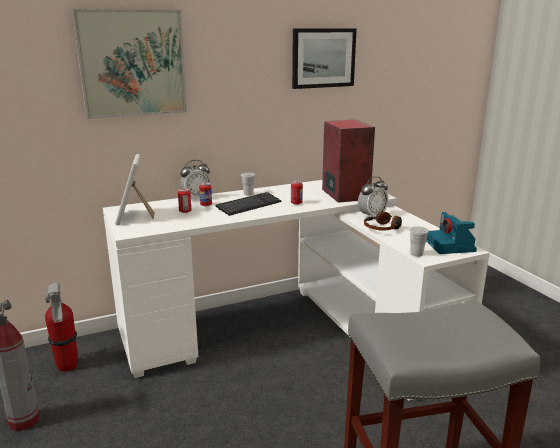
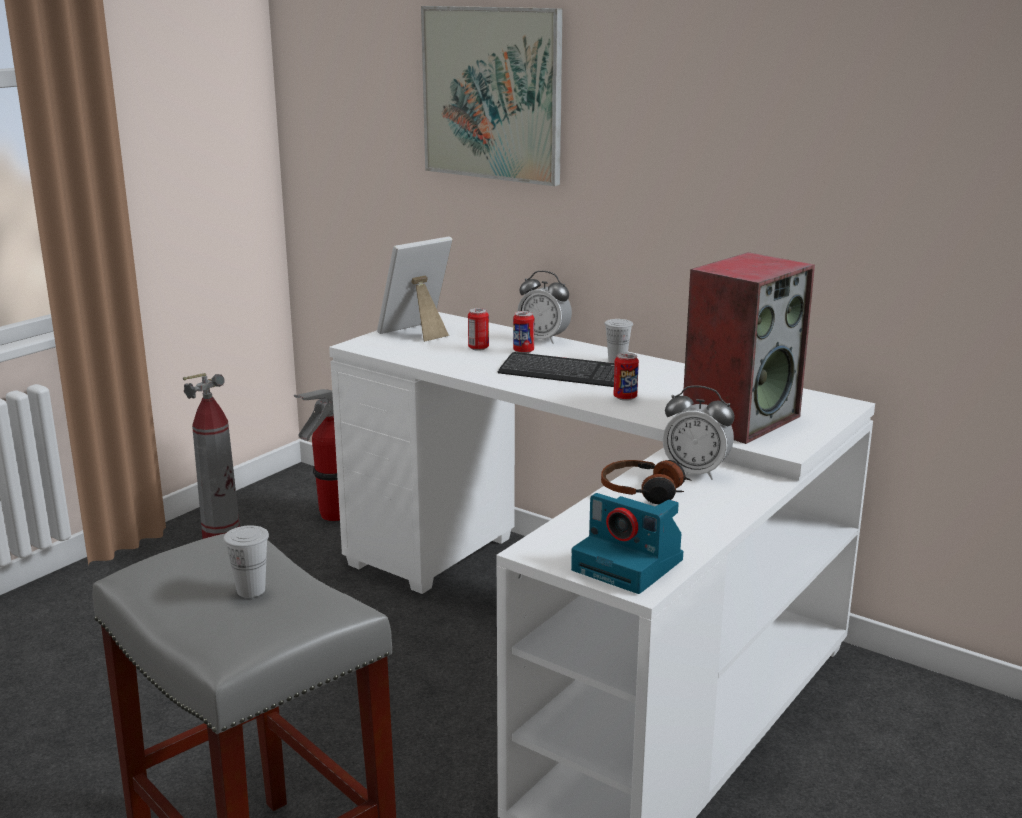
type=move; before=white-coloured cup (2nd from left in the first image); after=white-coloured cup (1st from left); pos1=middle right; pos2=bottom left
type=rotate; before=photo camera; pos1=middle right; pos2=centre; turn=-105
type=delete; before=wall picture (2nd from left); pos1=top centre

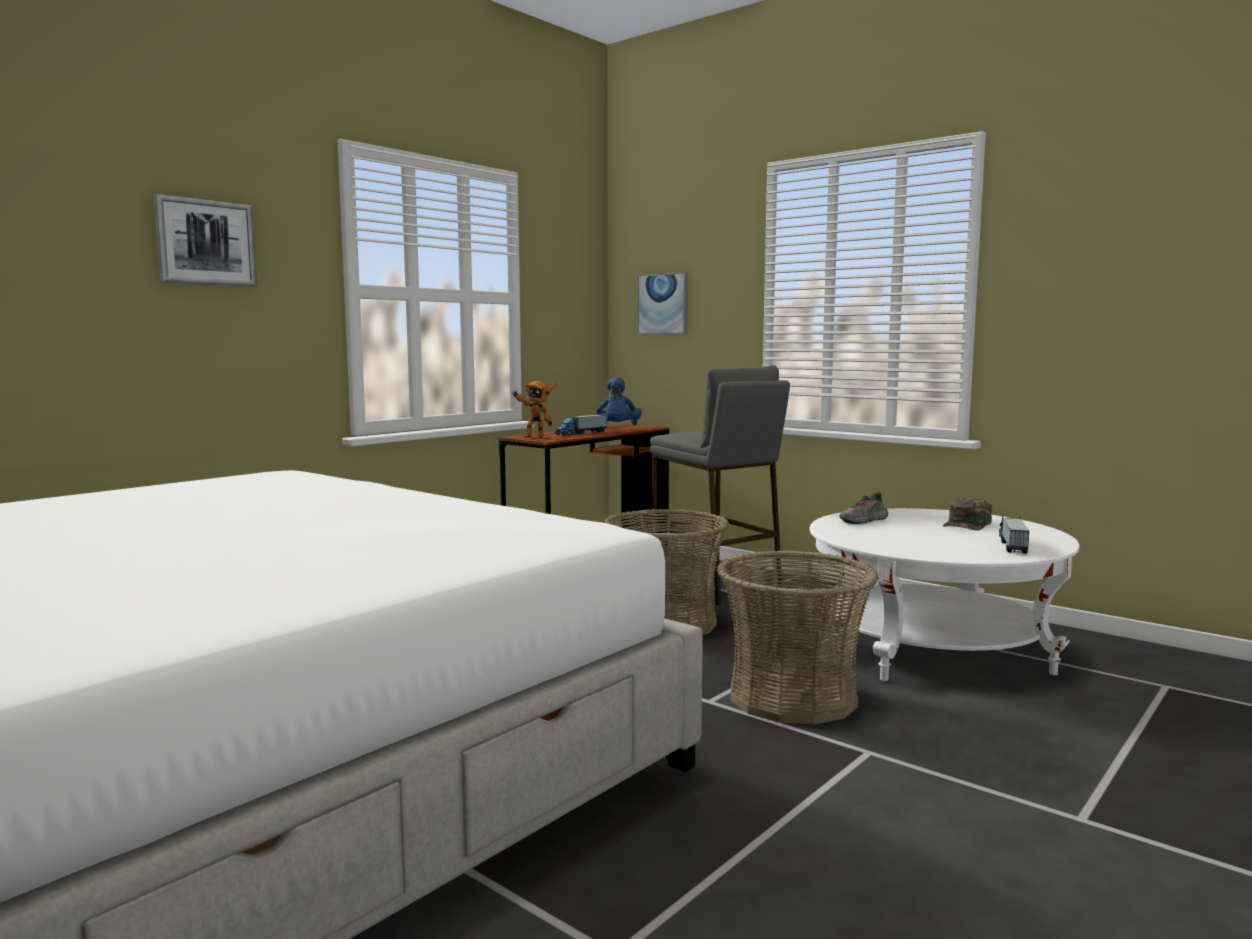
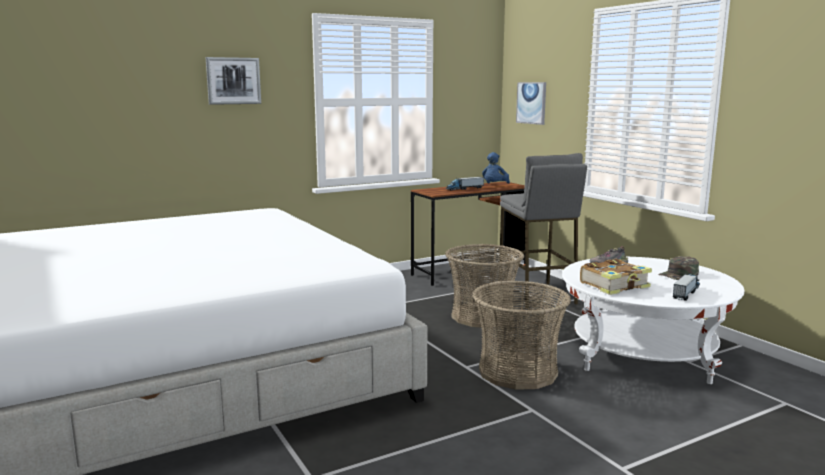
type=insert; after=bound book; pos2=middle right
type=delete; before=model robot; pos1=centre

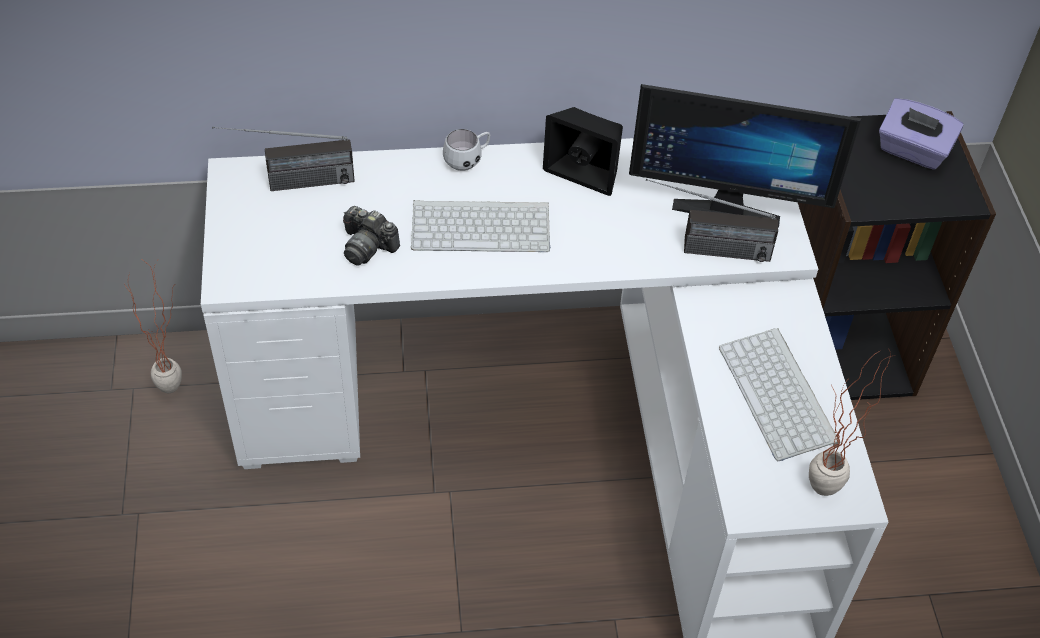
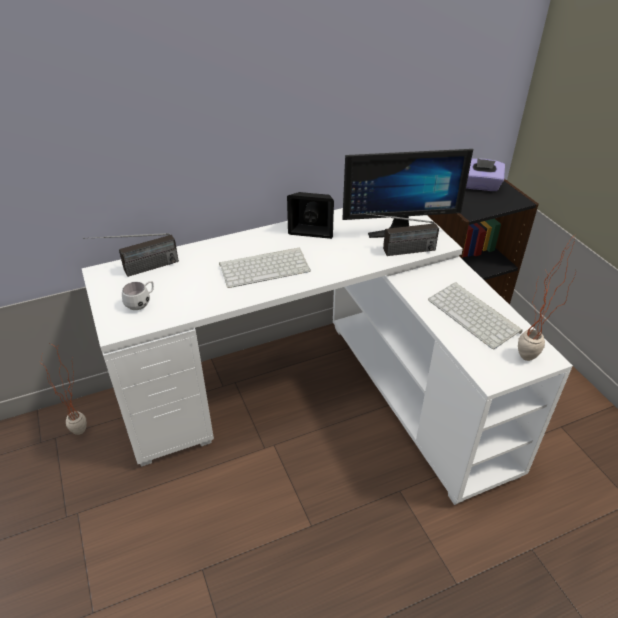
type=move; before=white-coloured mug; pos1=top centre; pos2=middle left
type=delete; before=photo camera; pos1=centre

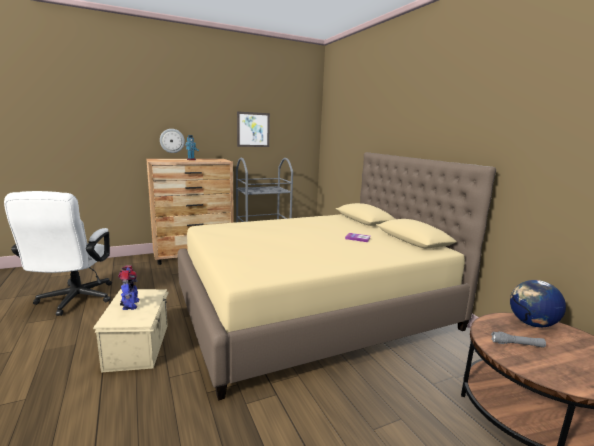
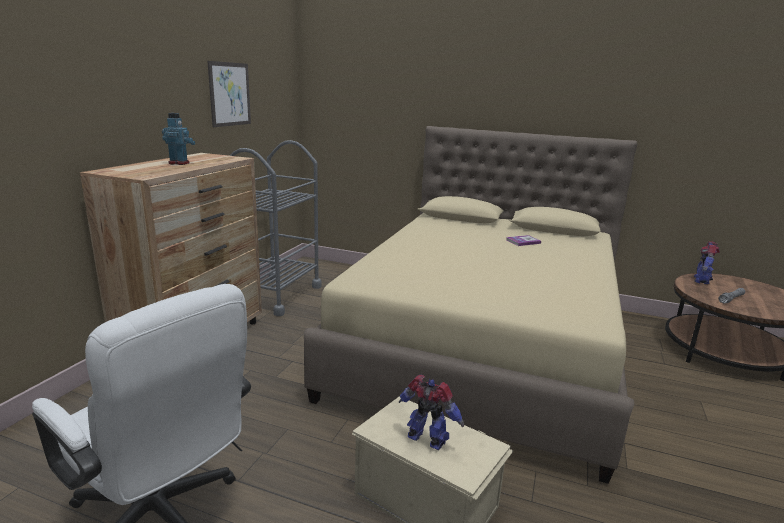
type=replace; before=globe; after=model robot (3rd from left); pos1=bottom right; pos2=middle right
type=delete; before=clock on the wall; pos1=top left

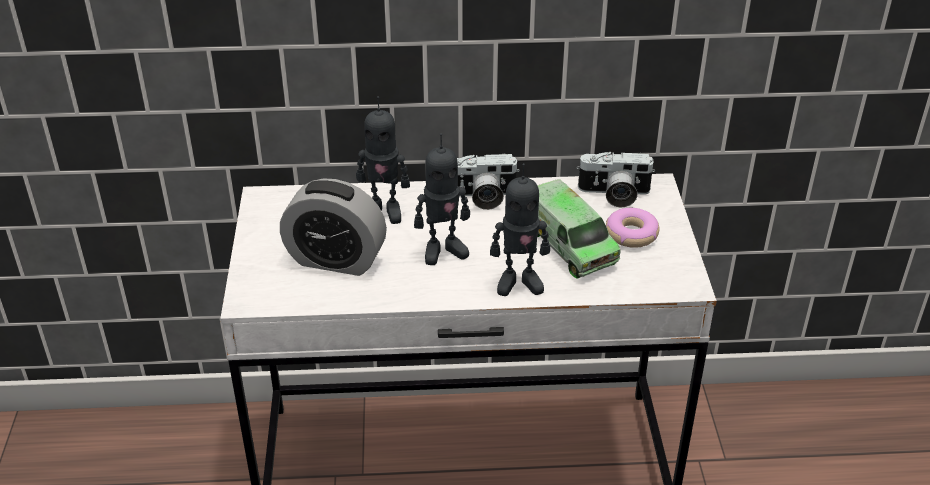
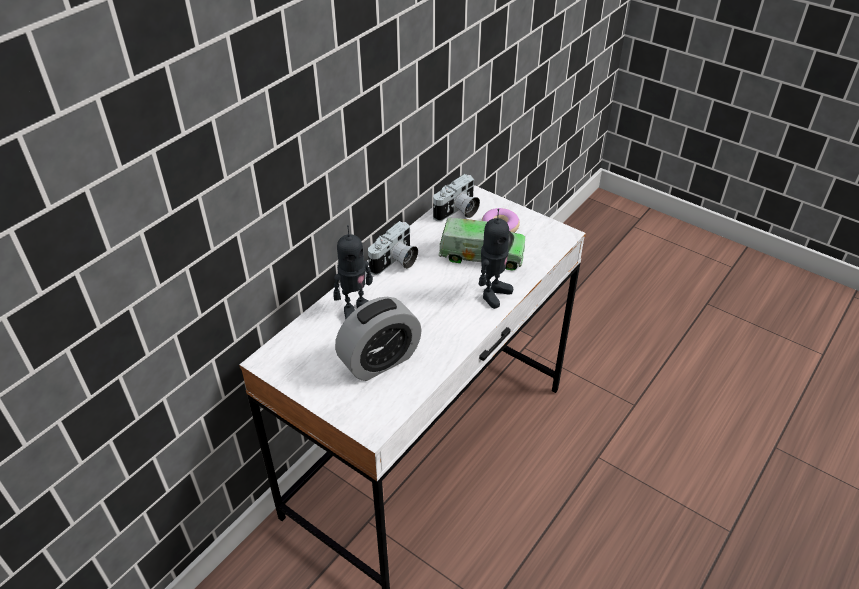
type=delete; before=model robot (2nd from left); pos1=centre

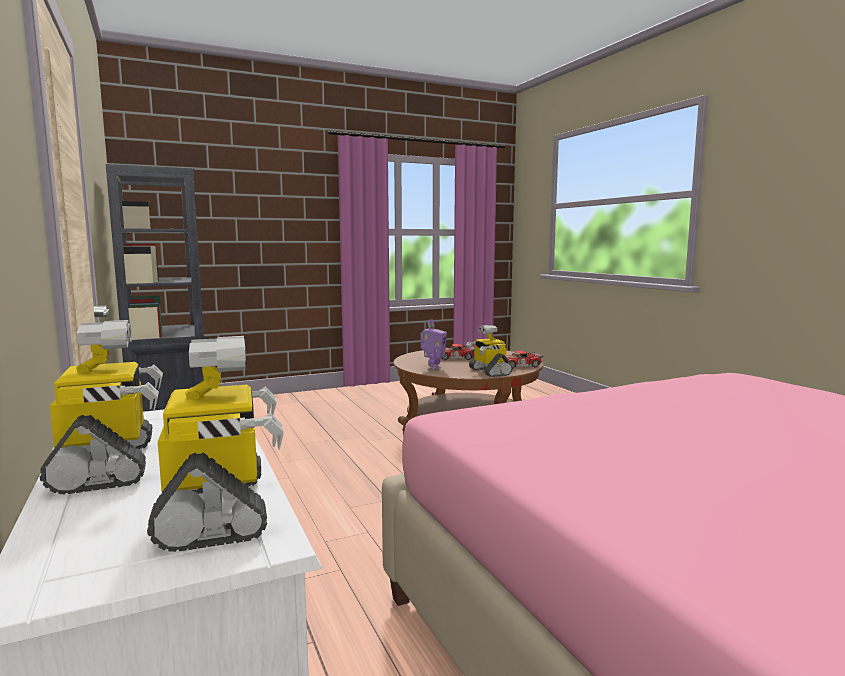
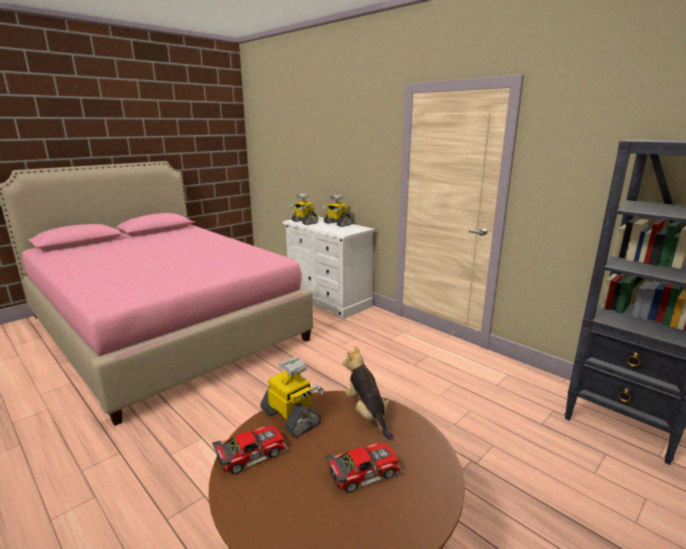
type=replace; before=model robot (3rd from left); after=soft toy; pos1=centre; pos2=bottom centre

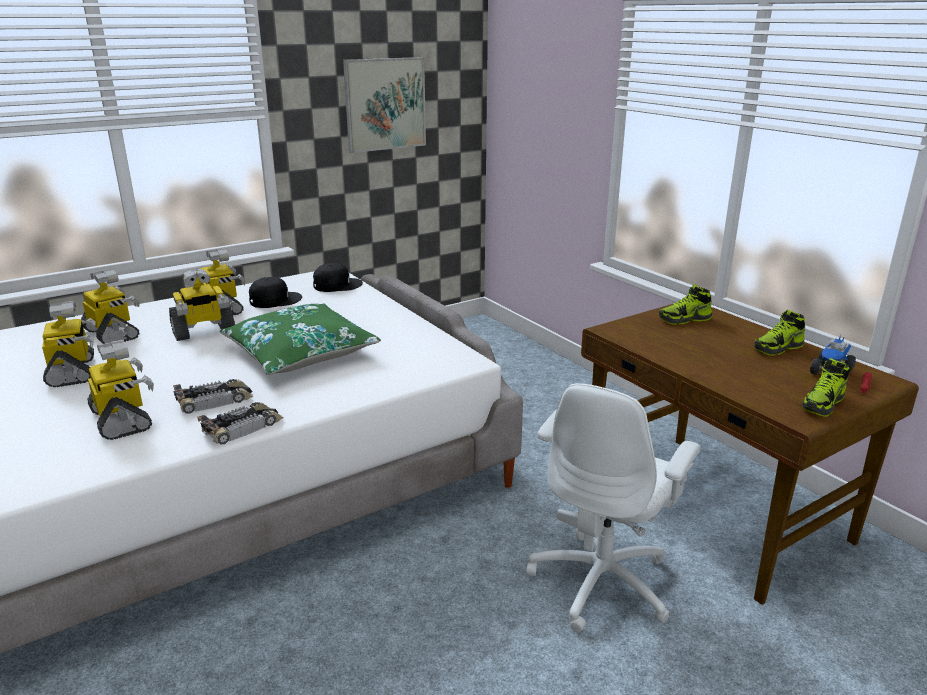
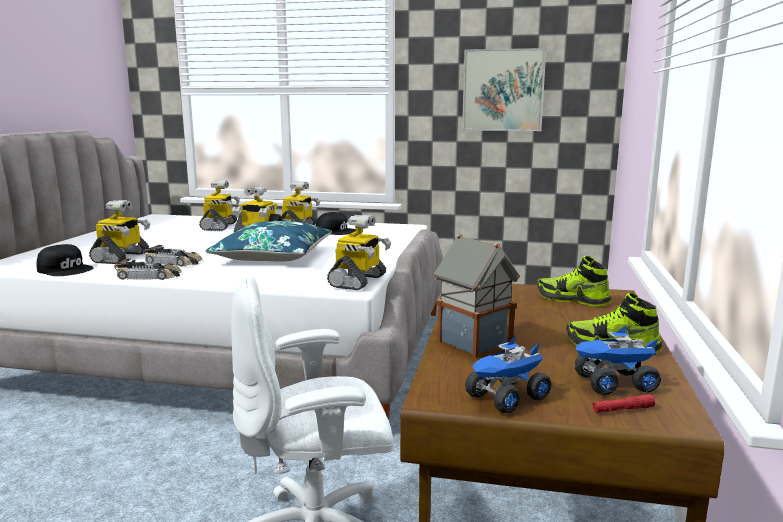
type=move; before=blackish peaked cap (2nd from left in the first image); after=blackish peaked cap (1st from left); pos1=centre; pos2=middle left
type=recolor; before=green throw pillow; after=bluish throw pillow; pos1=middle left; pos2=centre
type=move; before=model robot (1st from left in the first image); after=model robot (5th from left); pos1=middle left; pos2=centre
type=insert; after=miniature house; pos2=centre
type=replace; before=item of footwear (3rd from left); after=model truck (1st from left); pos1=middle right; pos2=bottom centre

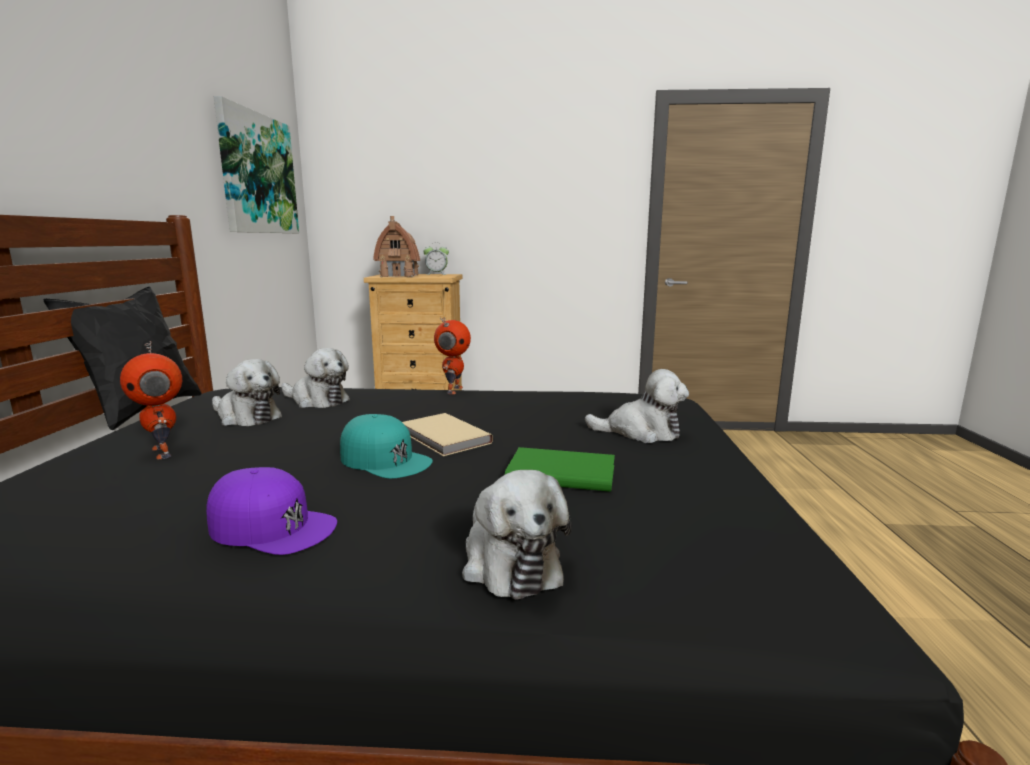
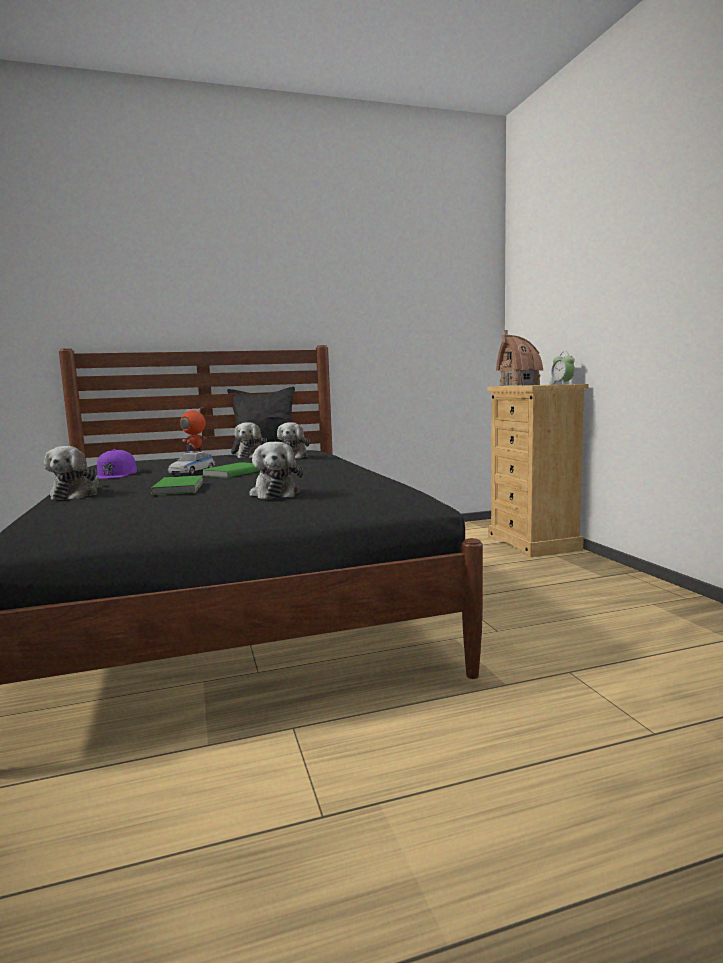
type=rotate; before=soft toy (3rd from left in the first image); pos1=bottom centre; pos2=middle left; turn=-45
type=replace; before=turquoise peaked cap; after=toy car; pos1=centre; pos2=middle left
type=recolor; before=beige-coloured bound book; after=green bound book (2nd from left); pos1=centre; pos2=middle left
type=delete; before=wall picture; pos1=top left
type=delete; before=model robot (2nd from left); pos1=centre

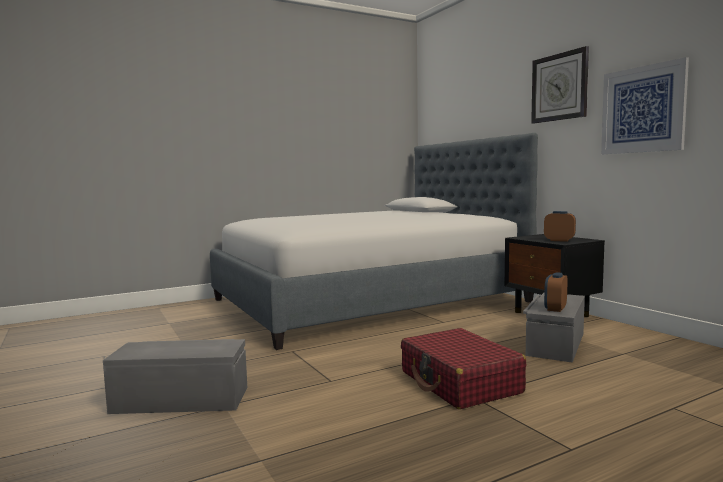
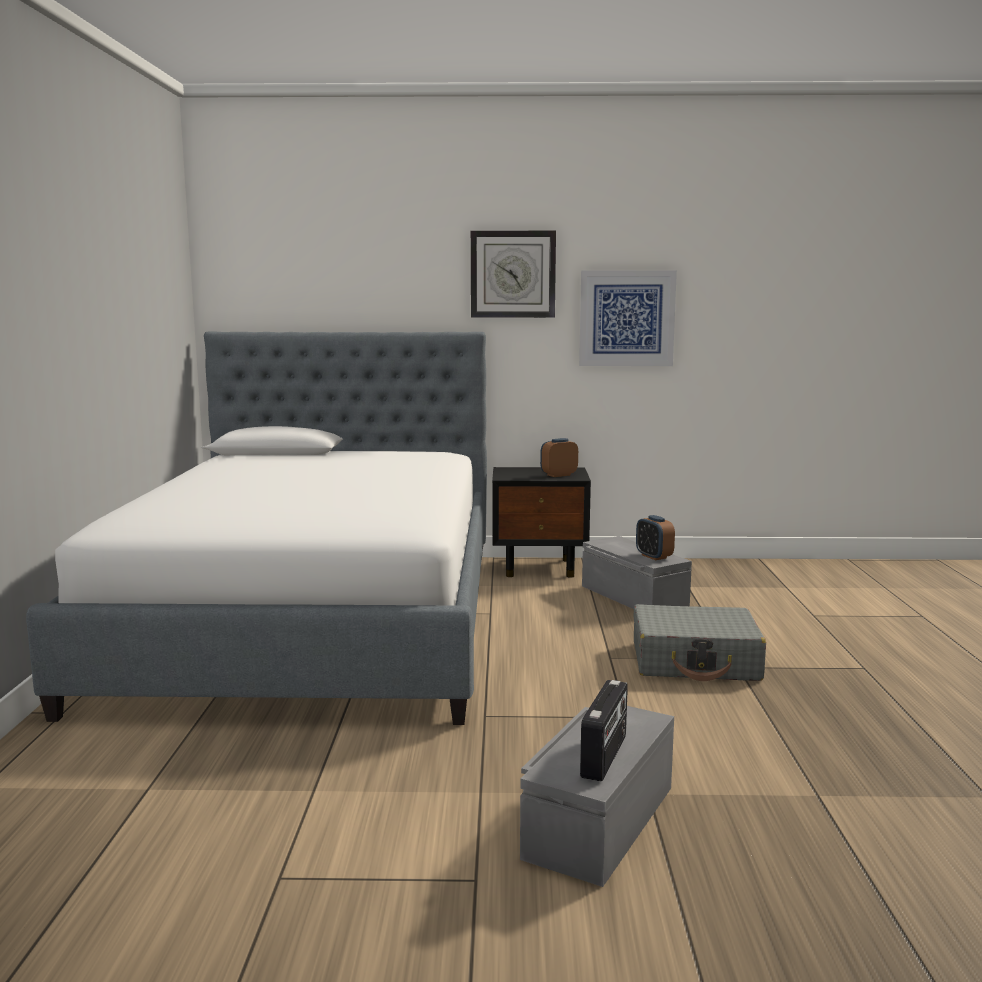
type=insert; after=radio set; pos2=bottom centre
type=recolor; before=reddish suitcase; after=gray suitcase; pos1=bottom centre; pos2=middle right

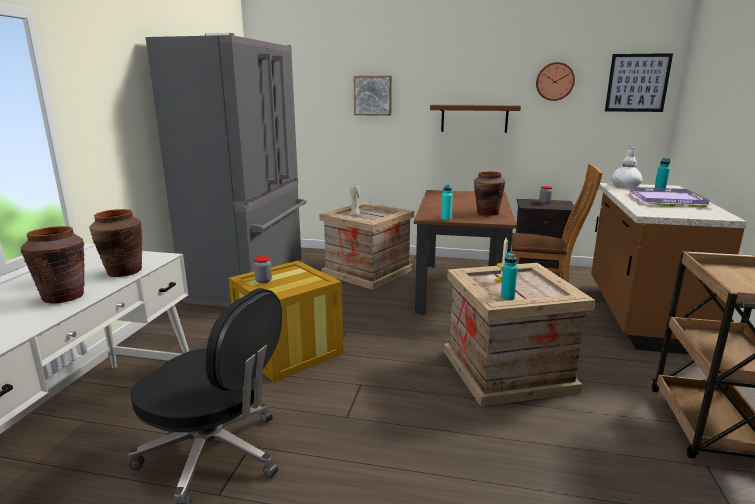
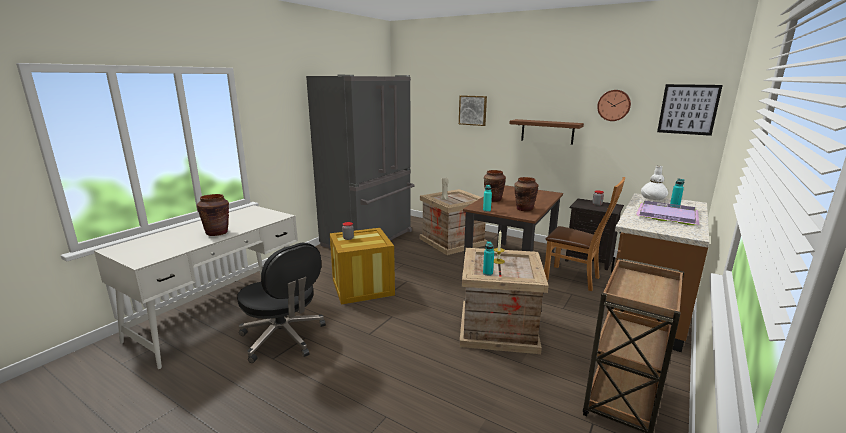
type=move; before=brownish vase (2nd from left); pos1=middle left; pos2=centre

